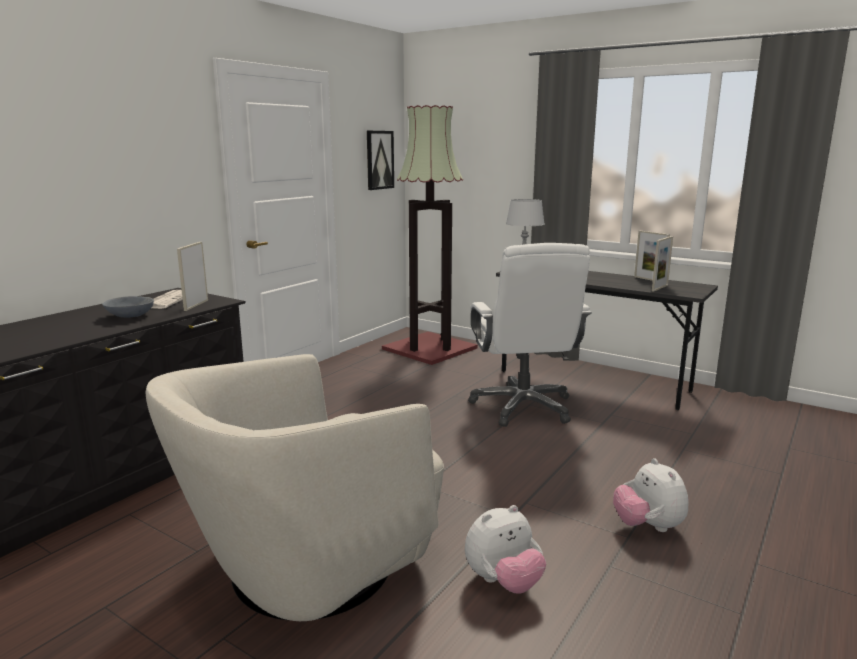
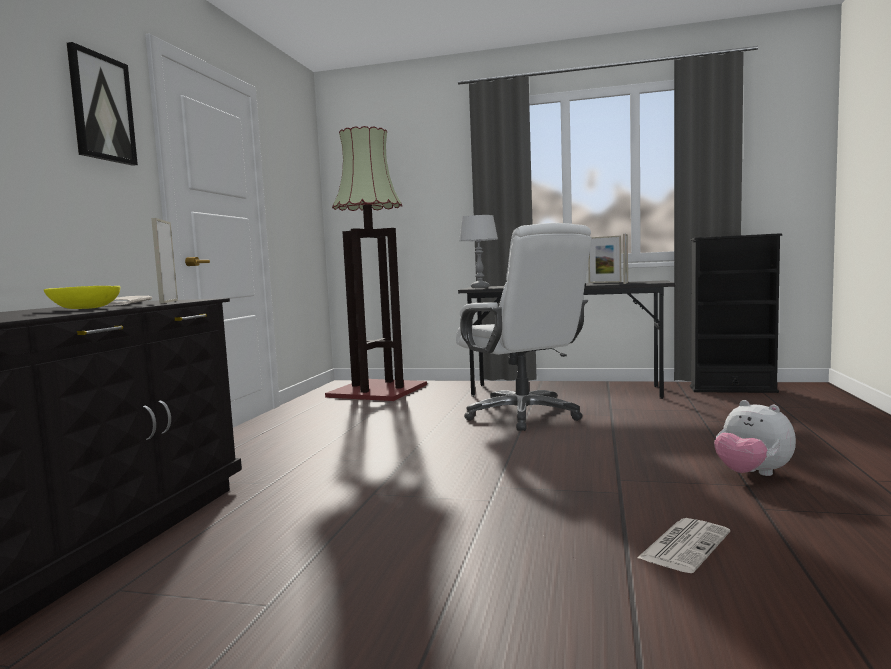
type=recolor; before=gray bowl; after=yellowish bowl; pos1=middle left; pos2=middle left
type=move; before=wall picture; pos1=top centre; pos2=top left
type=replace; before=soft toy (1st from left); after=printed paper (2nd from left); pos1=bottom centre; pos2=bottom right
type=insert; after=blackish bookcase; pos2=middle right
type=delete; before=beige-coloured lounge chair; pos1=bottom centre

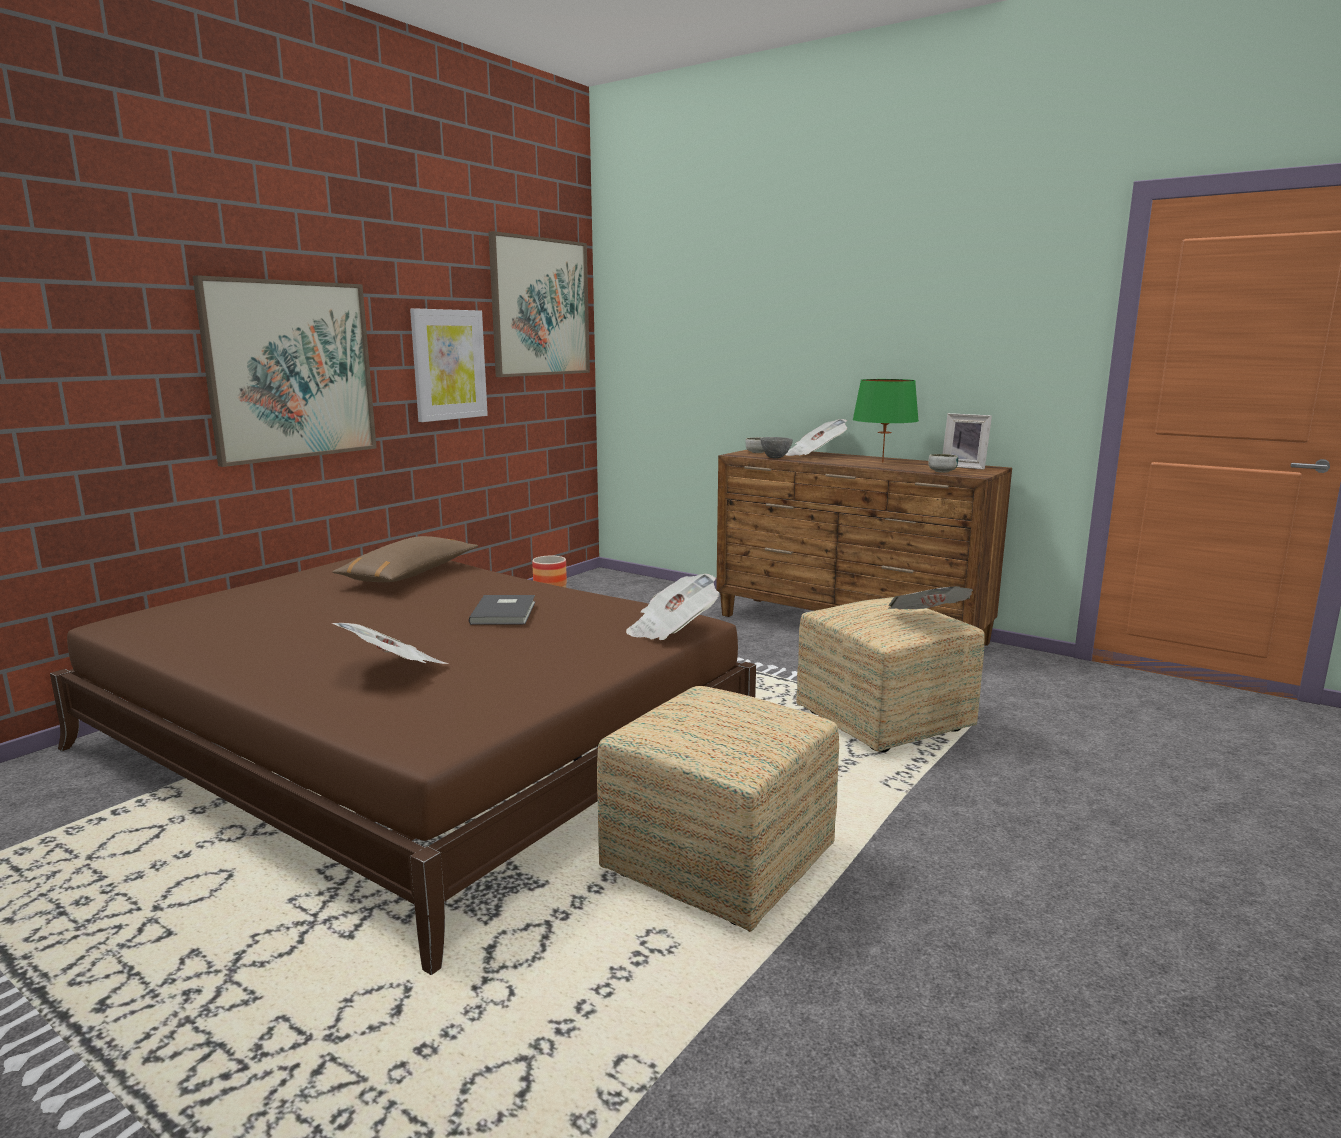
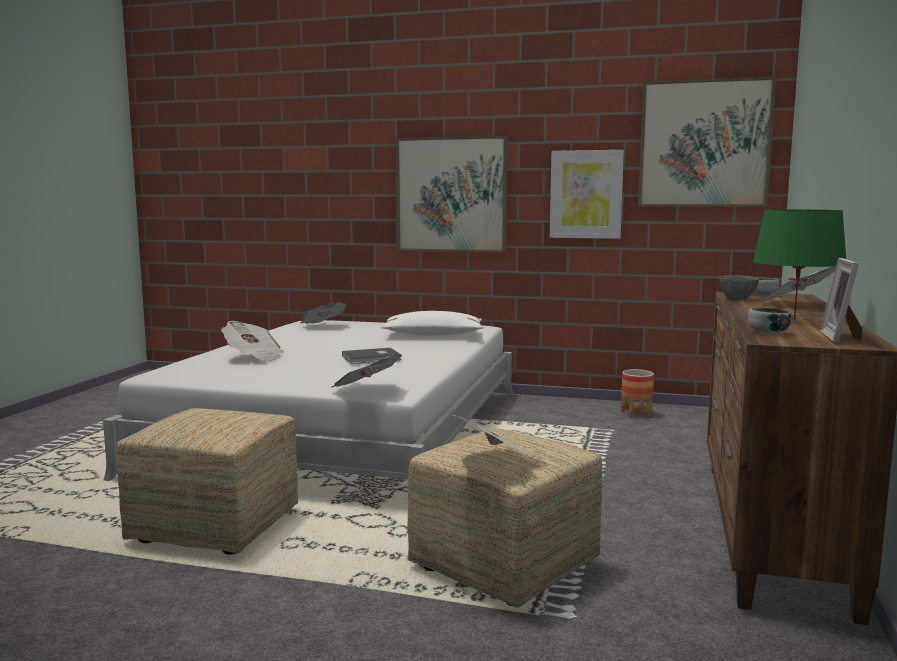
type=recolor; before=brownish bedroom bed; after=white-coloured bedroom bed; pos1=bottom left; pos2=centre
type=insert; after=printed paper (2nd from left); pos2=centre
type=recolor; before=brownish throw pillow; after=white-coloured throw pillow; pos1=middle left; pos2=centre

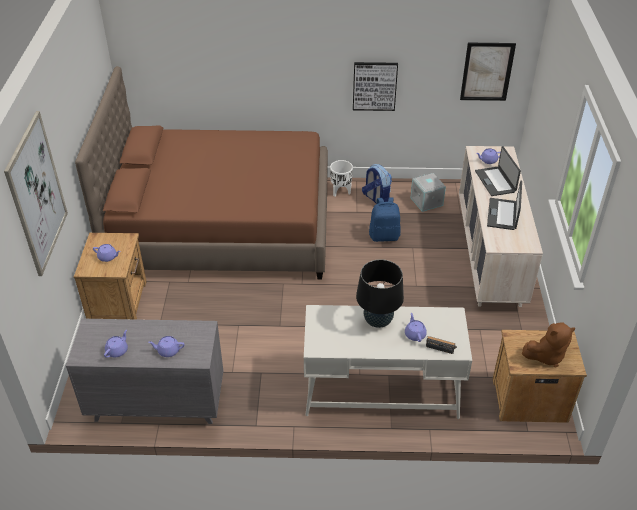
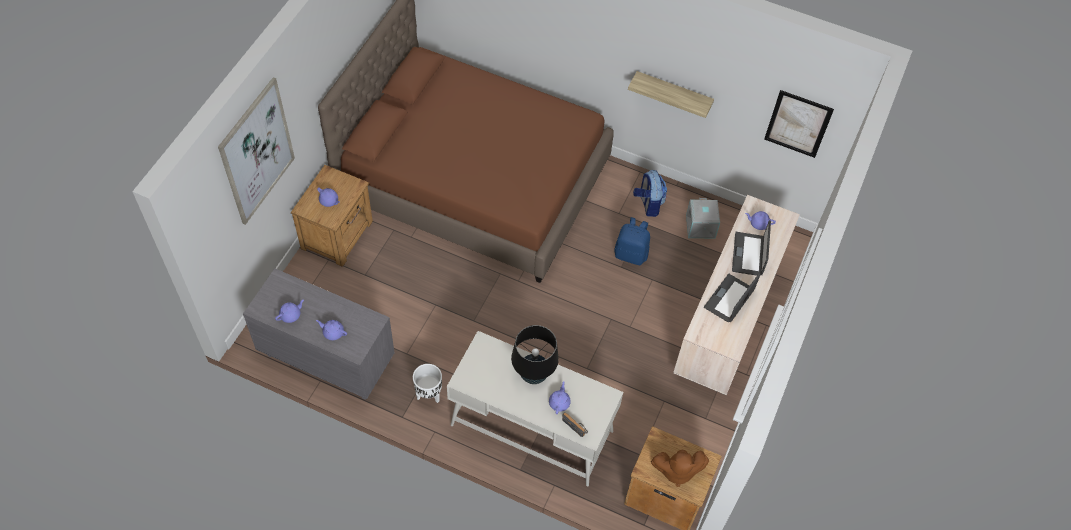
type=move; before=white-coloured flower pot; pos1=centre; pos2=bottom centre
type=replace; before=wall picture (2nd from left); after=bracket shelf; pos1=top centre; pos2=top centre

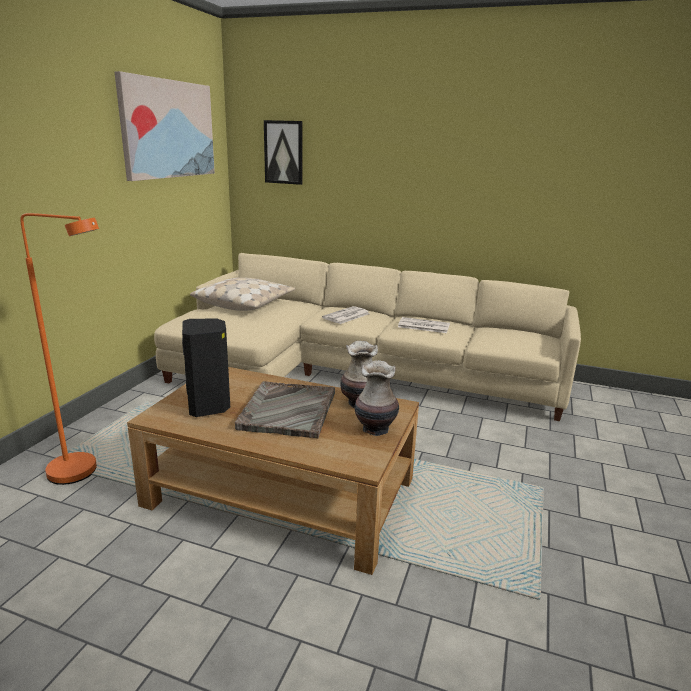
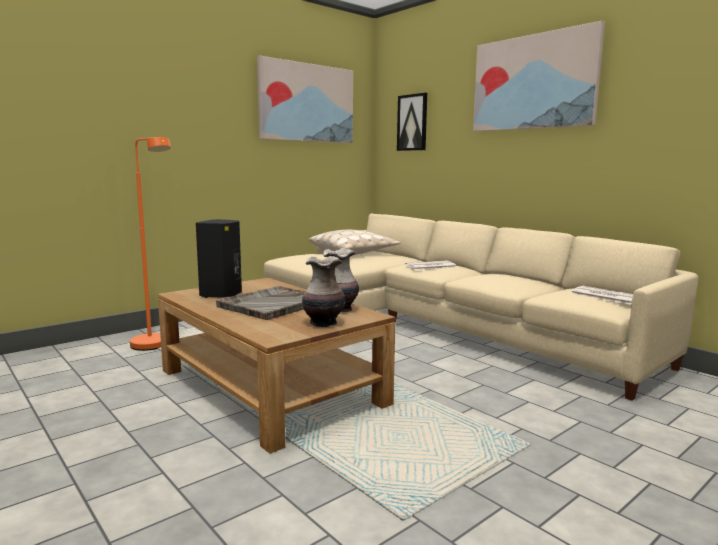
type=insert; after=wall picture (3rd from left); pos2=top right
type=move; before=printed paper (2nd from left); pos1=centre; pos2=middle right

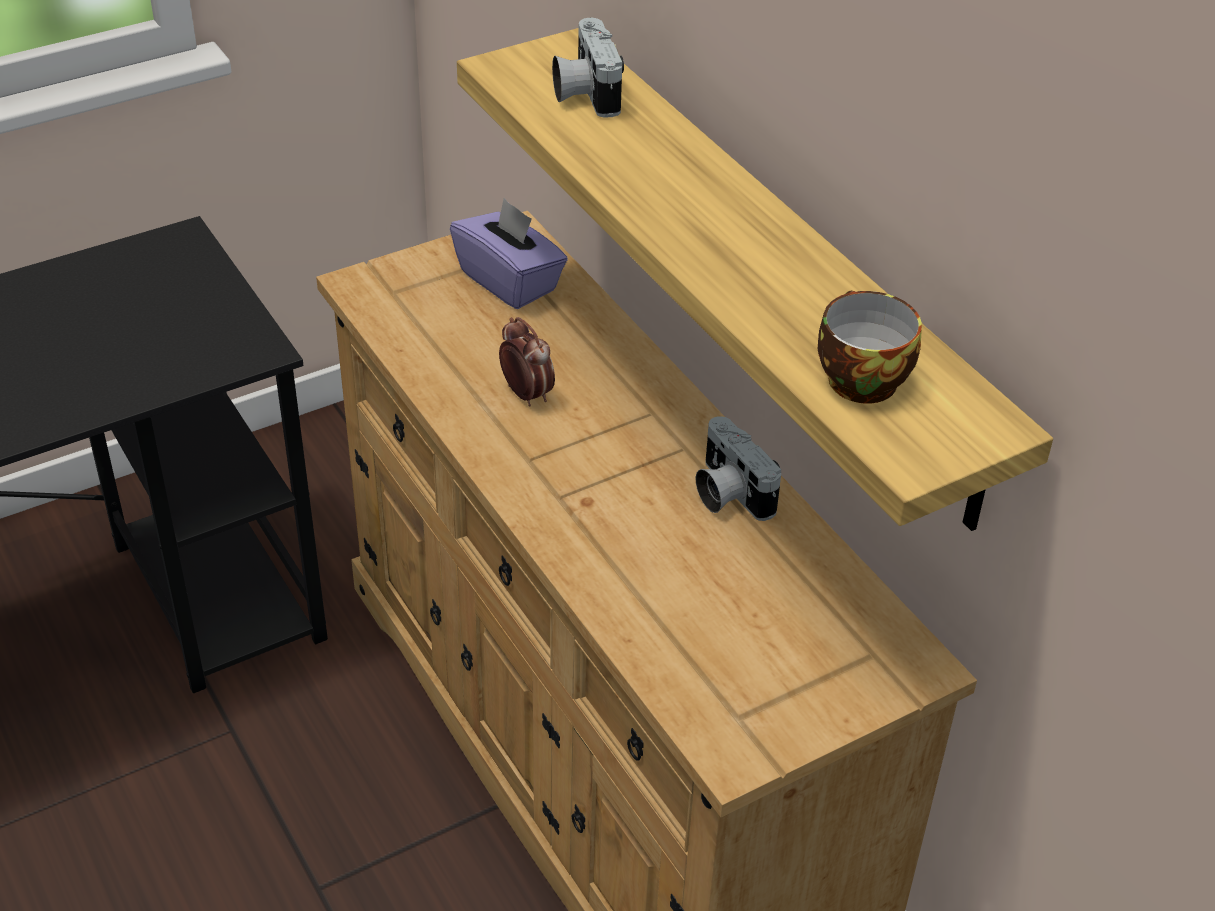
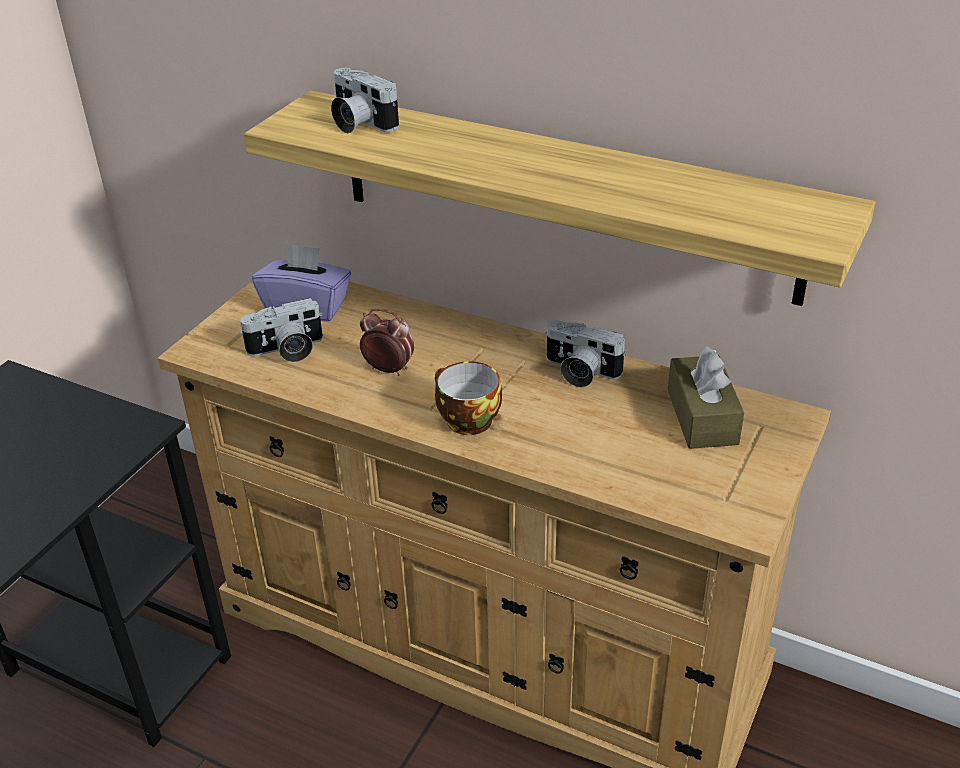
type=insert; after=photo camera (1st from left); pos2=middle left
type=move; before=cup; pos1=middle right; pos2=centre
type=insert; after=brownish tissue box; pos2=middle right

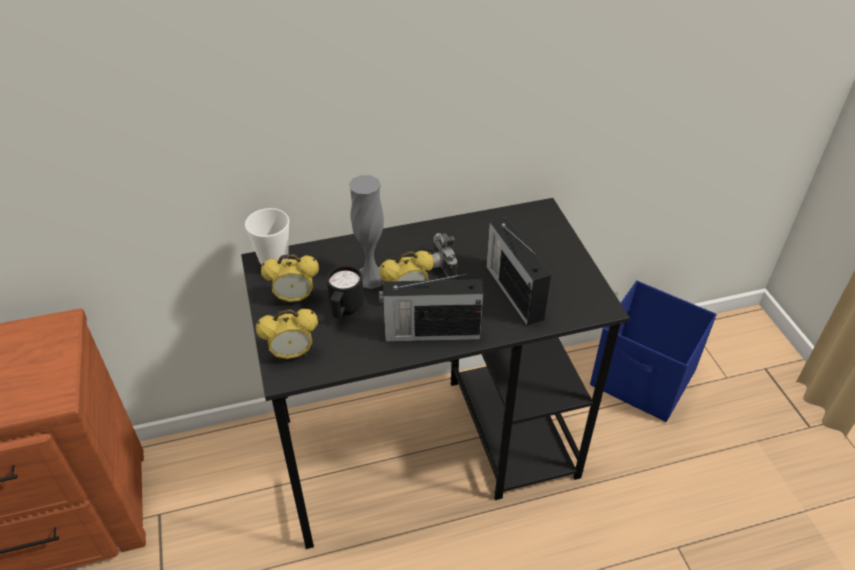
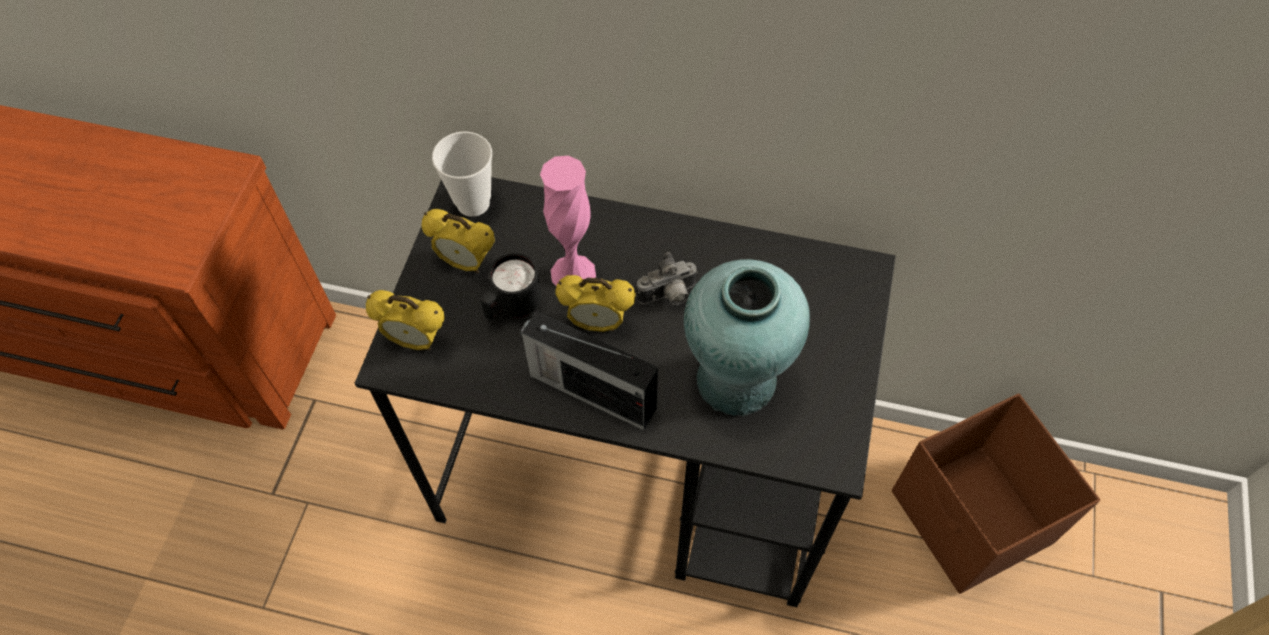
type=recolor; before=gray vase; after=pink vase; pos1=centre; pos2=centre
type=rotate; before=photo camera; pos1=centre; pos2=centre; turn=-120
type=replace; before=radio set (2nd from left); after=turquoise vase; pos1=centre; pos2=centre
type=recolor; before=bluish storage container; after=brownish storage container; pos1=middle right; pos2=bottom right

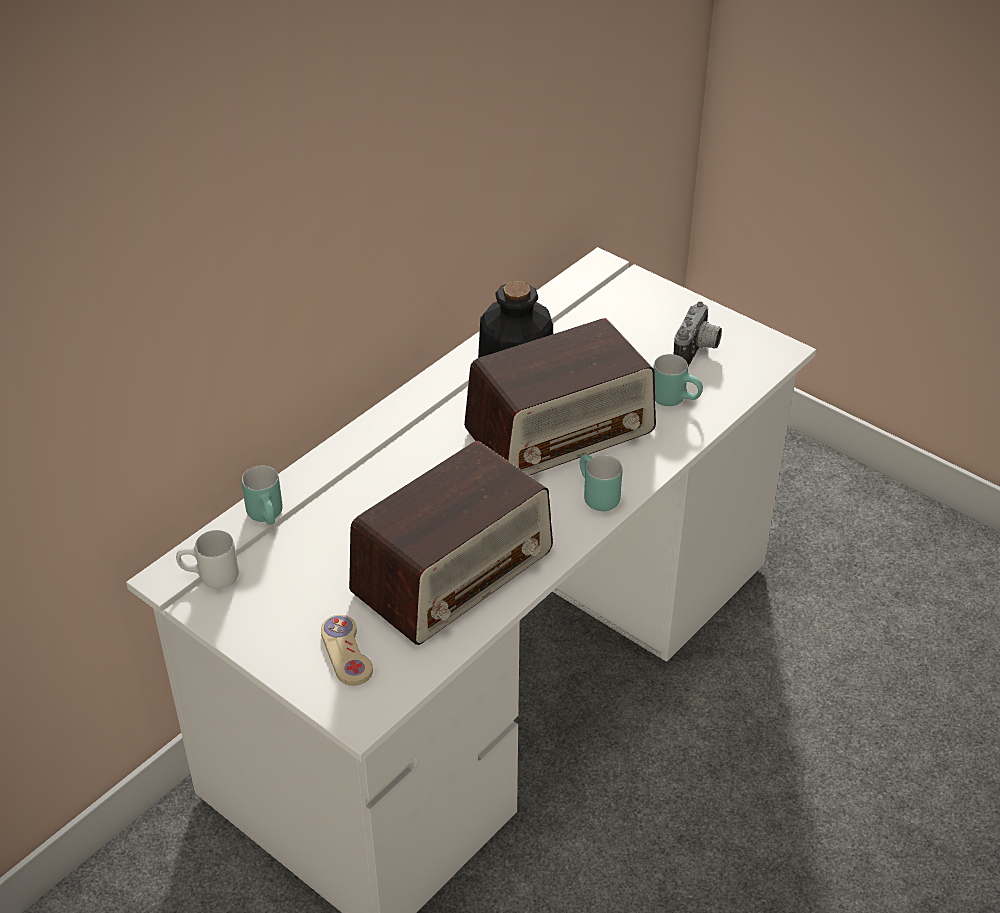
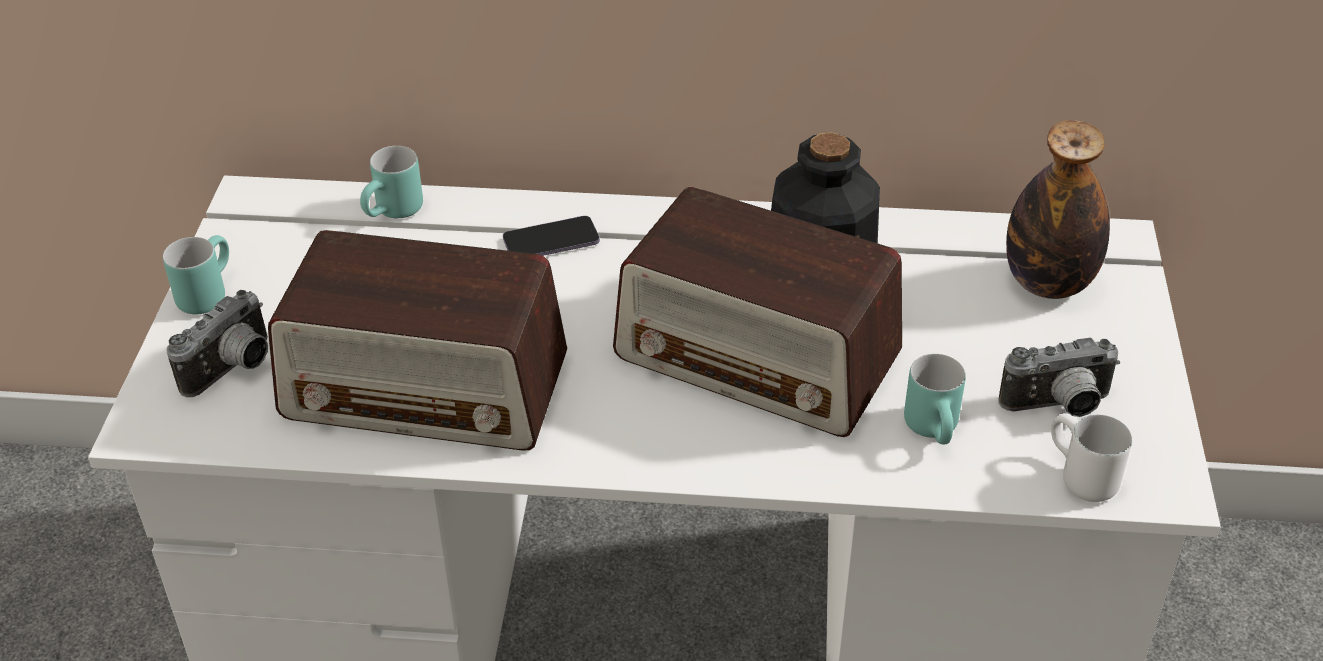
type=move; before=turquoise mug (2nd from left in the first image); after=turquoise mug (1st from left); pos1=centre; pos2=middle left
type=replace; before=beige-coloured gamepad; after=photo camera (1st from left); pos1=bottom centre; pos2=middle left
type=insert; after=telephone; pos2=centre
type=insert; after=drink bottle (2nd from left); pos2=top right
type=move; before=white-coloured mug; pos1=middle left; pos2=bottom right

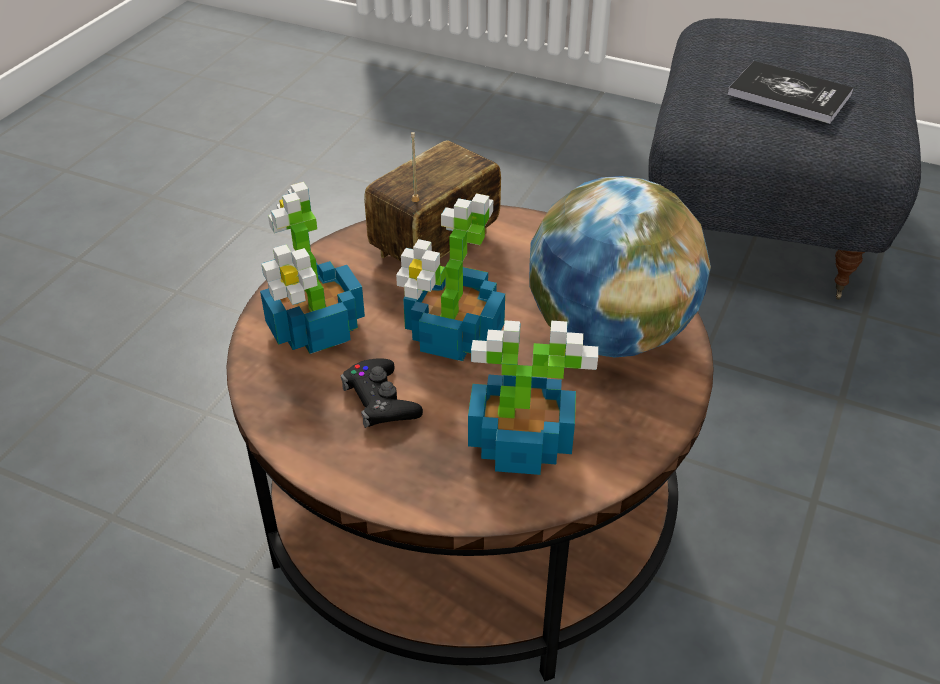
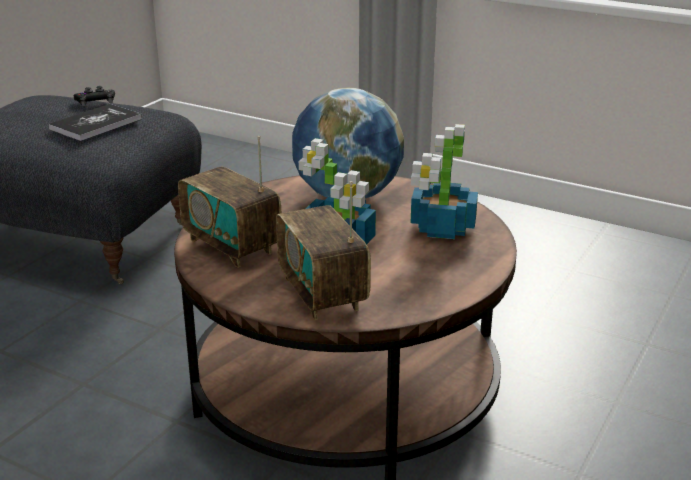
type=move; before=blackish gamepad; pos1=centre; pos2=top left
type=replace; before=houseplant (1st from left); after=radio set (2nd from left); pos1=middle left; pos2=centre

